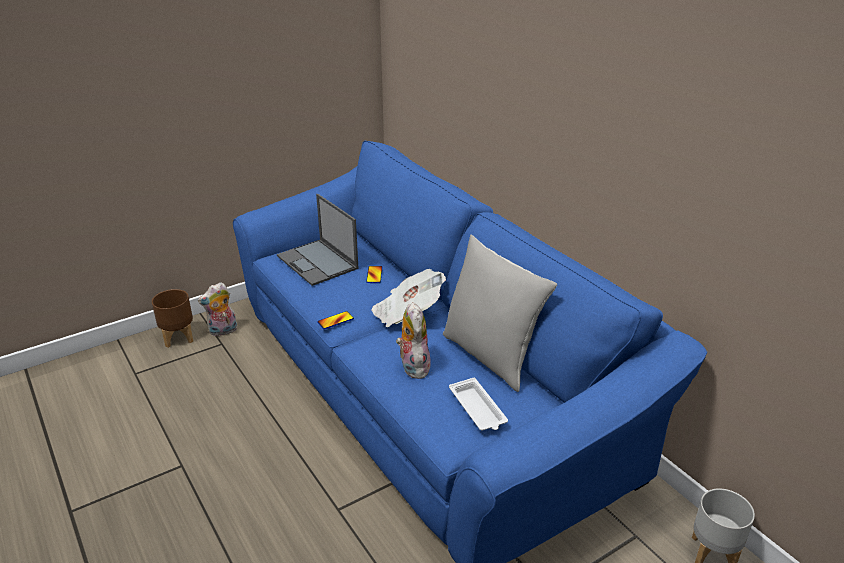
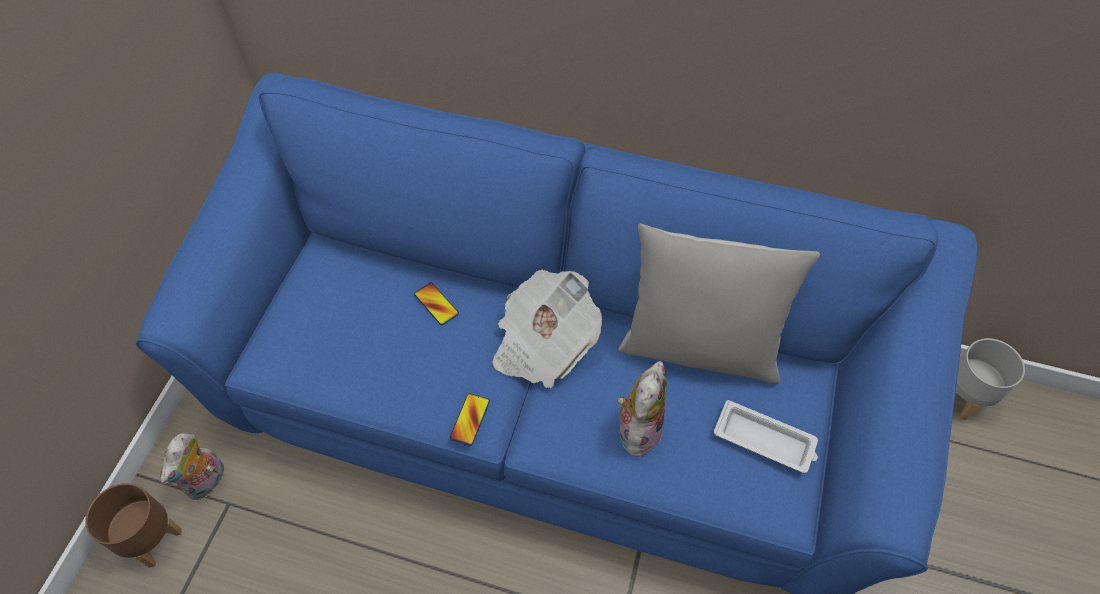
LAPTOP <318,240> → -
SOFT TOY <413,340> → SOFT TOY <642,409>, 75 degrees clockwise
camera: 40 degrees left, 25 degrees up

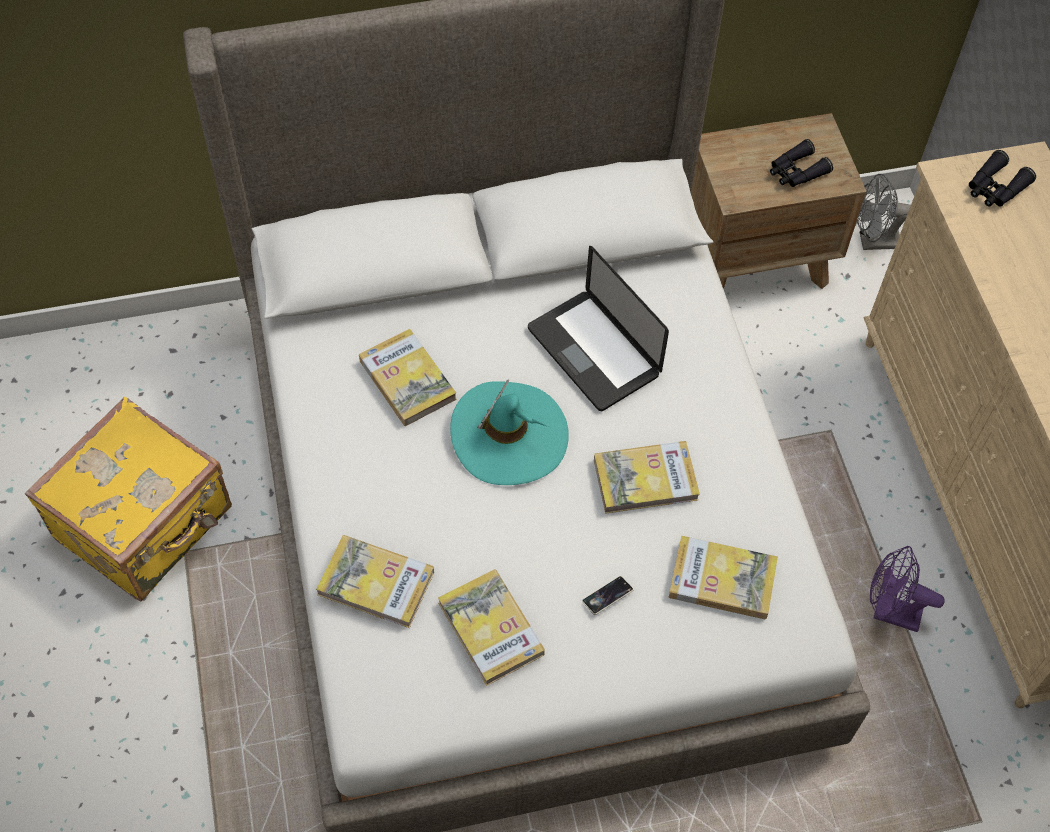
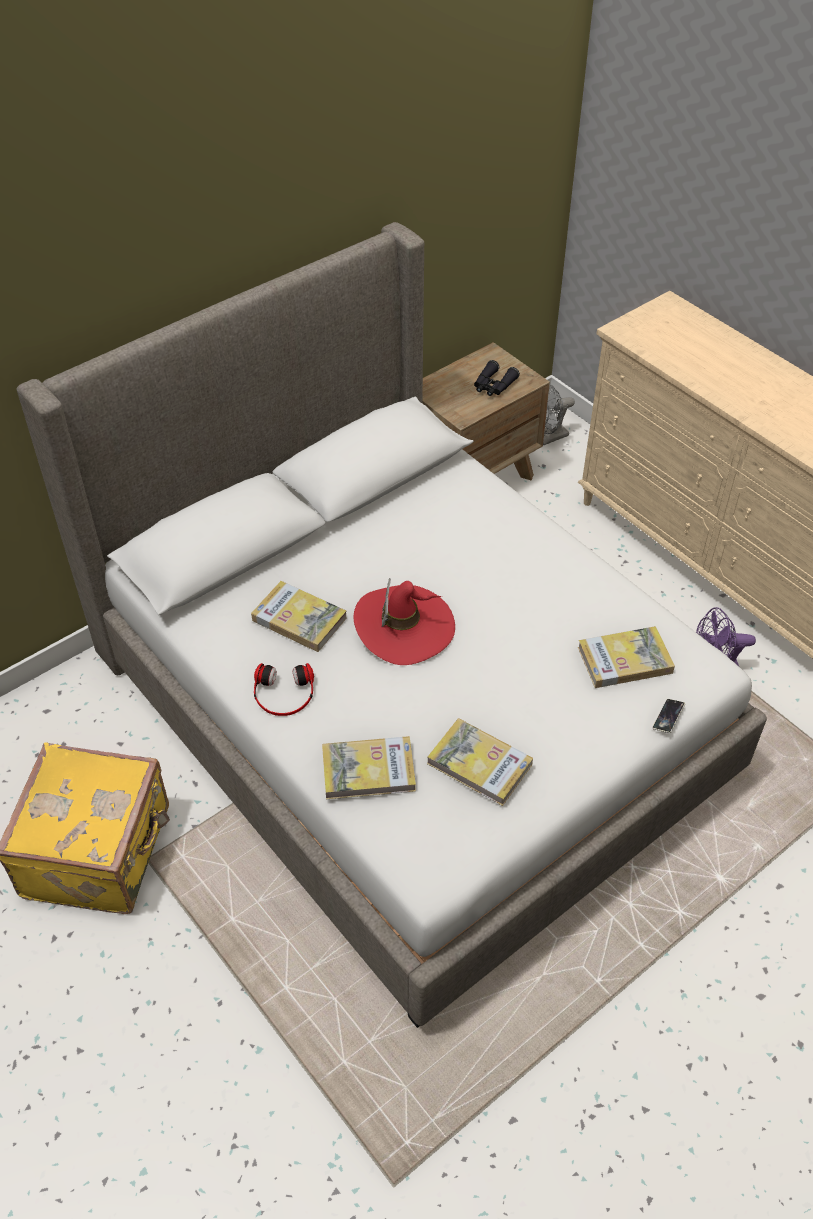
TURQUOISE-COLOURED HAT <509,432> → REDDISH HAT <404,621>
LAPTOP <598,328> → -
HANDSET <608,595> → HANDSET <668,716>, shifted
BOUND BOOK <647,477> → -
BLACK BINOCULARS <1002,178> → -
- → PAIR OF HEADPHONES <284,689>
camera: 25 degrees left, 10 degrees down

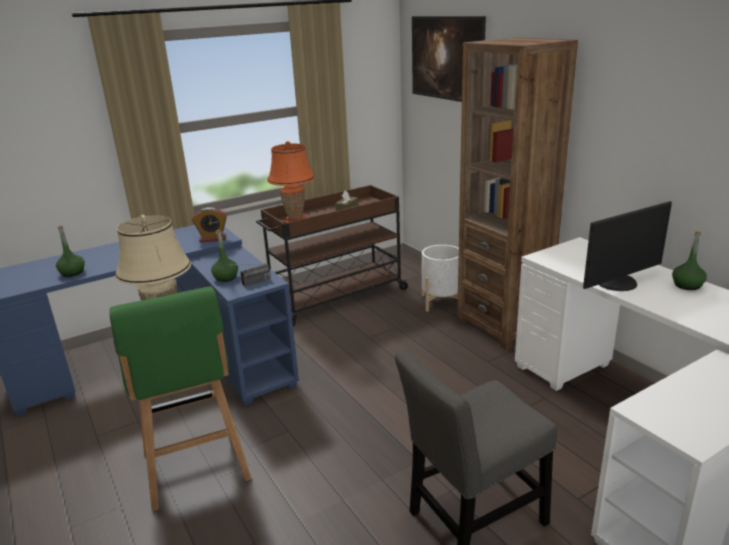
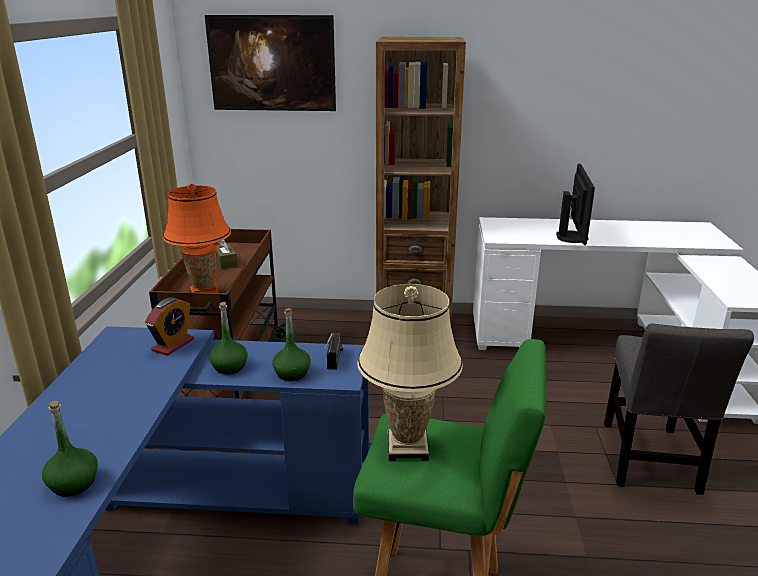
WHITE-COLOURED PLANTER <440,278> → -
GREENISH BEVERAGE BOTTLE <689,260> → GREENISH BEVERAGE BOTTLE <228,338>, shifted
camera: 55 degrees left, 0 degrees up

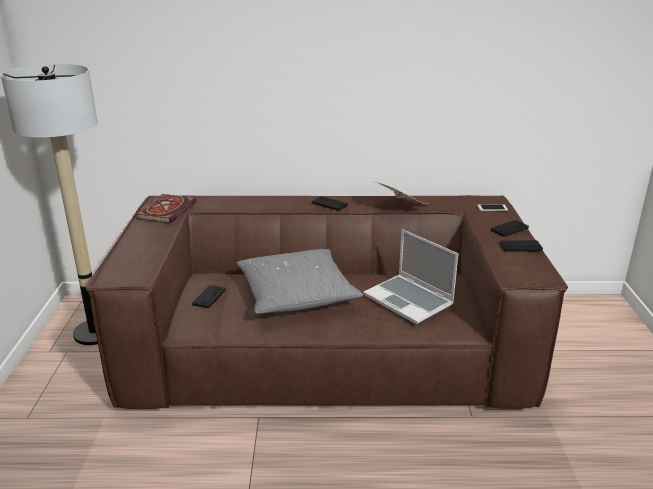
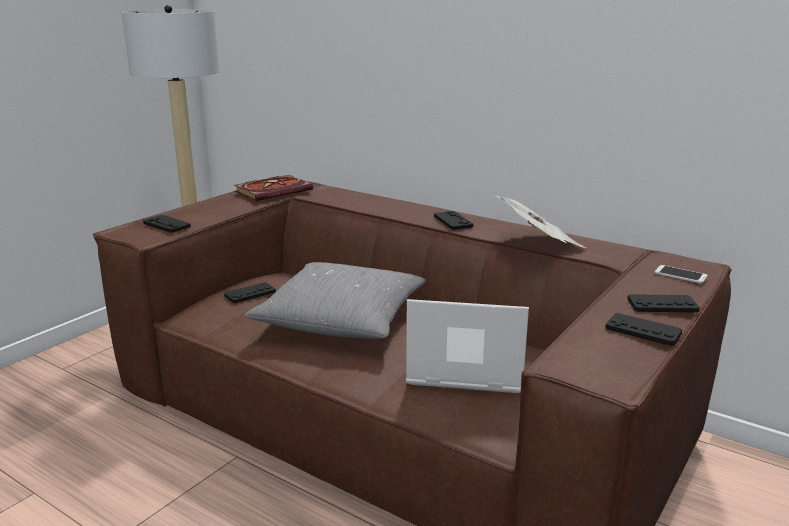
LAPTOP <410,276> → LAPTOP <467,346>, 105 degrees clockwise
- → BLACK GAME CONTROLLER <167,224>
camera: 35 degrees right, 5 degrees down

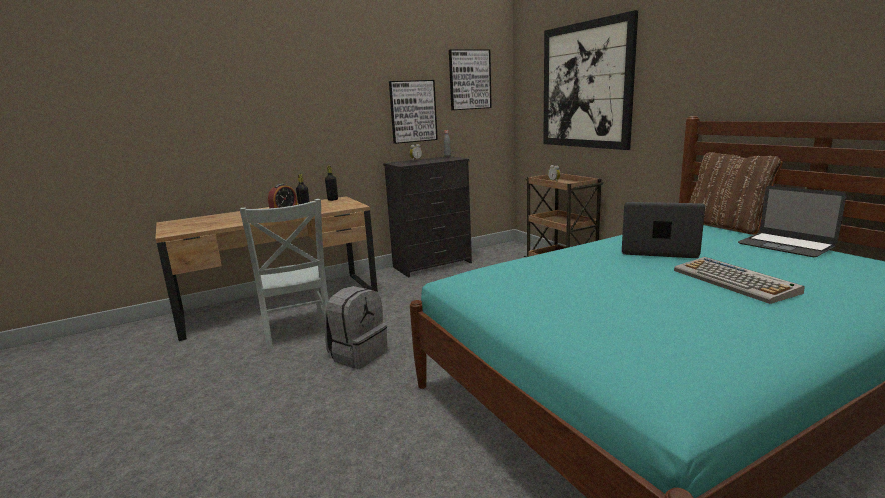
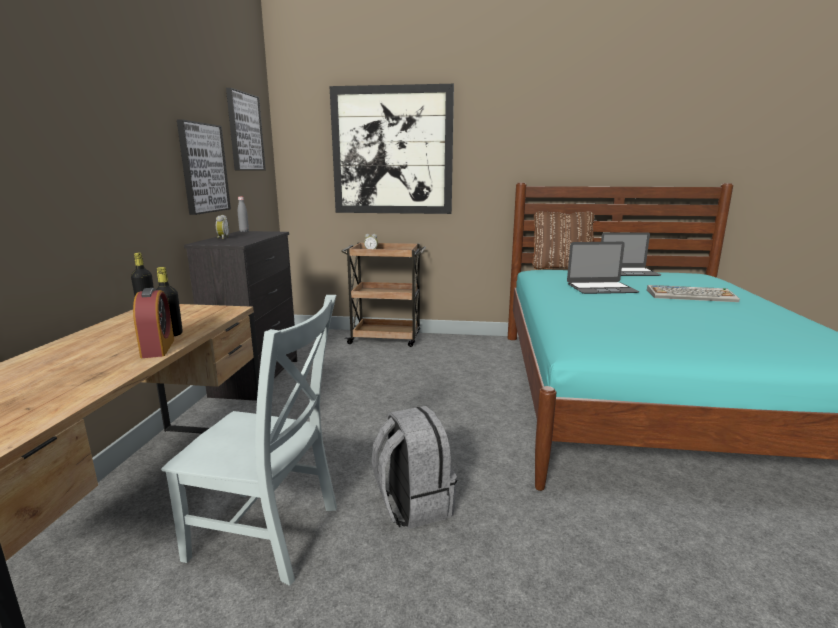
LAPTOP <663,230> → LAPTOP <603,268>, 150 degrees counterclockwise
camera: 55 degrees left, 0 degrees up

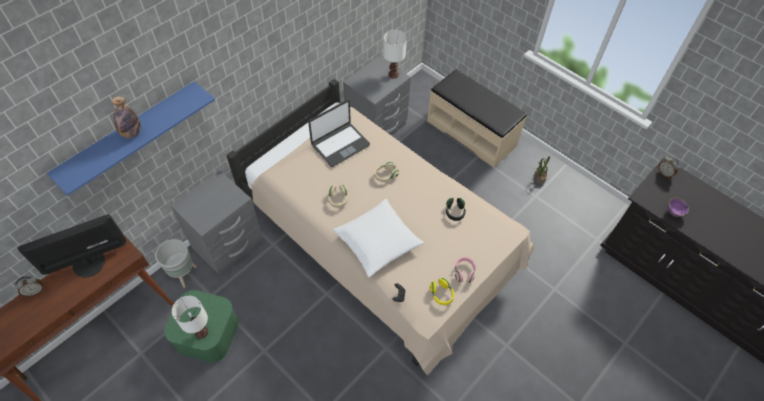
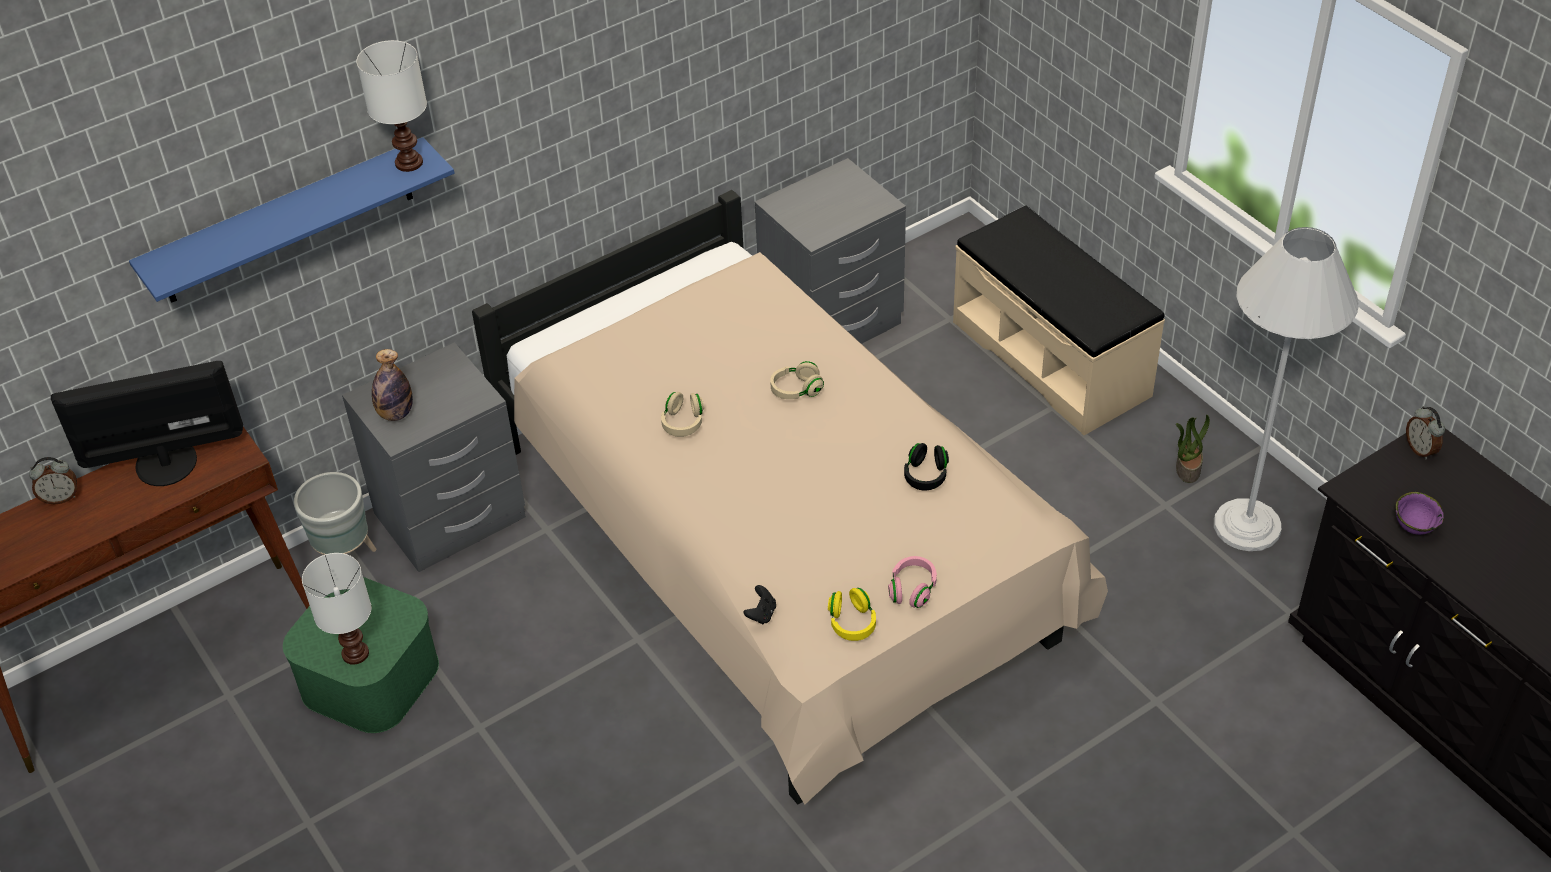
BEVERAGE BOTTLE <126,117> → BEVERAGE BOTTLE <392,385>, shifted
LAPTOP <339,133> → -
WHITE-COLOURED THROW PILLOW <378,238> → -
WHITE-COLOURED TABLETOP LAMP <395,54> → WHITE-COLOURED TABLETOP LAMP <391,106>, shifted
- → WHITE-COLOURED FLOOR LAMP <1286,389>
camera: 15 degrees right, 10 degrees down

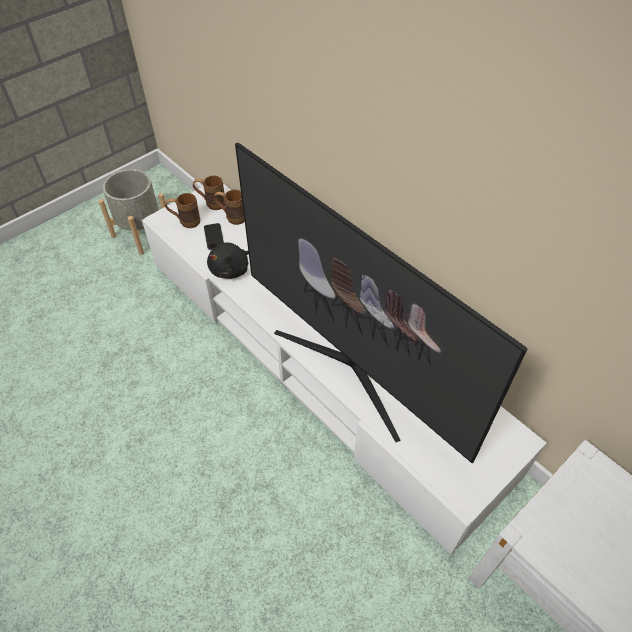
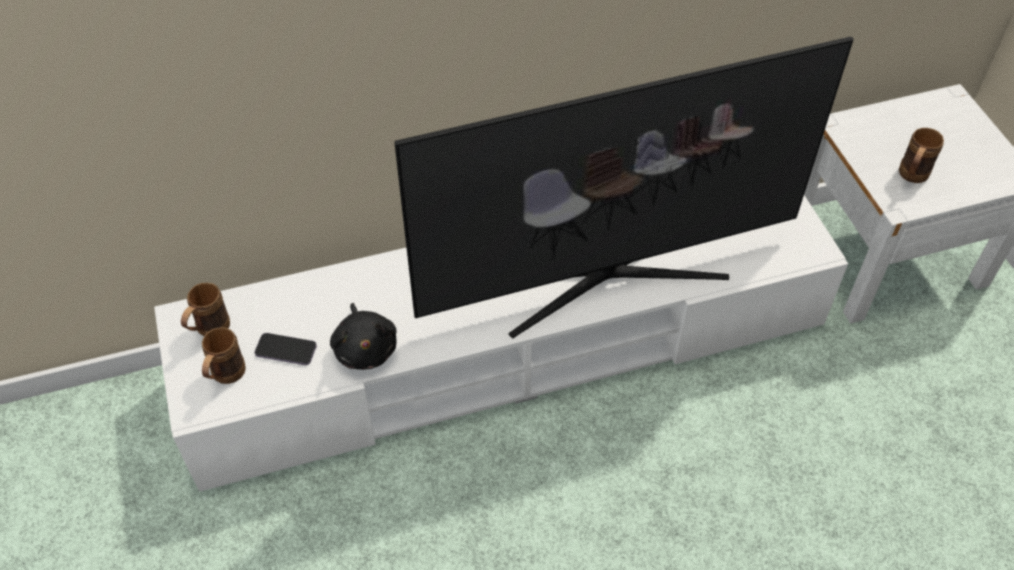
GREY PLANTER <131,212> → -
BROWNISH TEA MUG <229,207> → BROWNISH TEA MUG <921,155>, shifted
camera: 65 degrees left, 0 degrees up

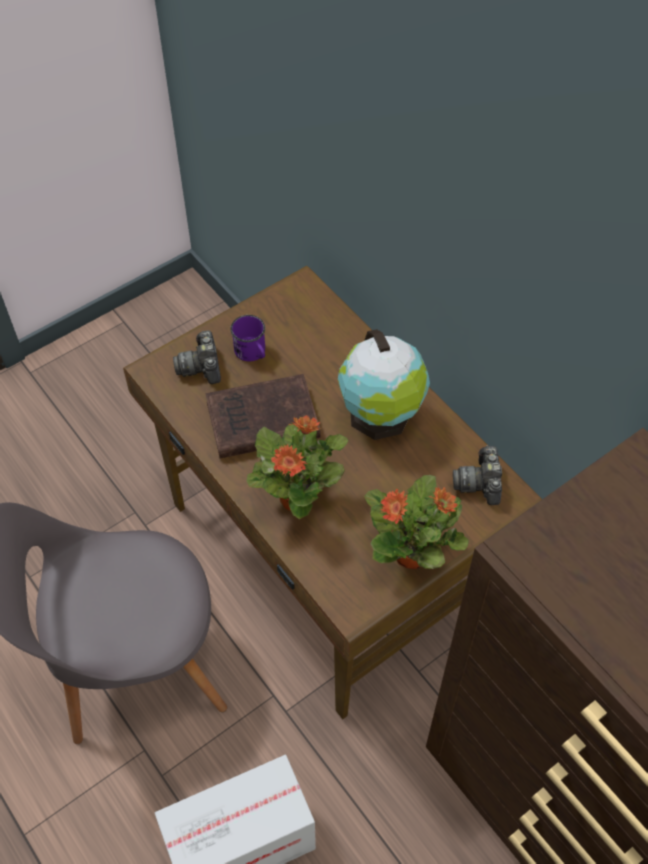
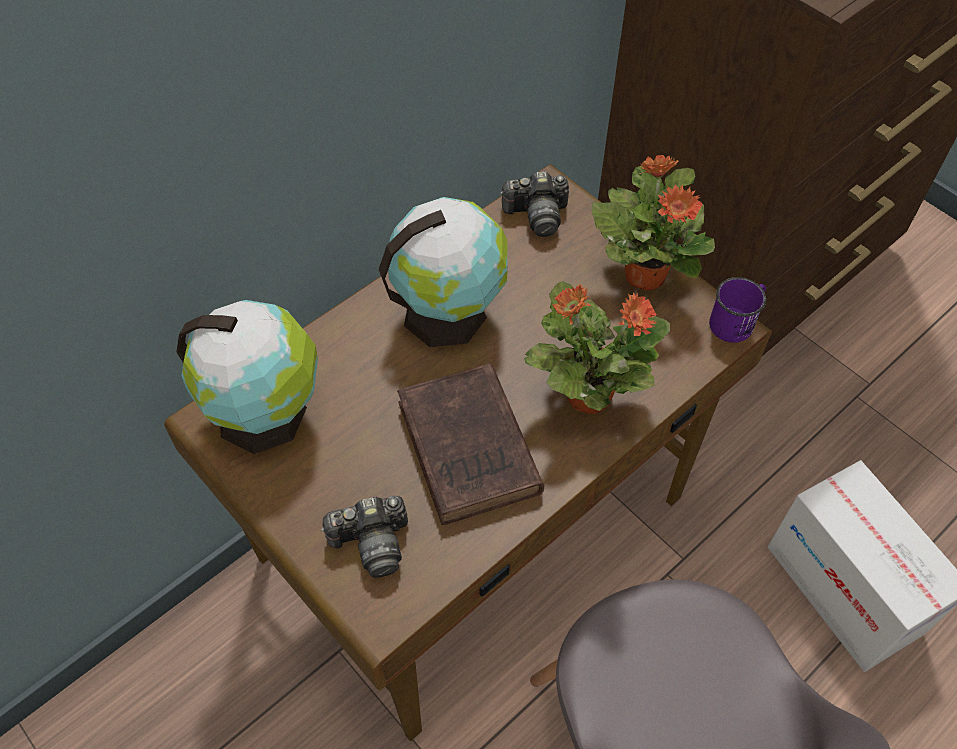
PURPLE TEA MUG <247,338> → PURPLE TEA MUG <737,310>, shifted
- → DESK GLOBE <247,377>
camera: 95 degrees left, 0 degrees up

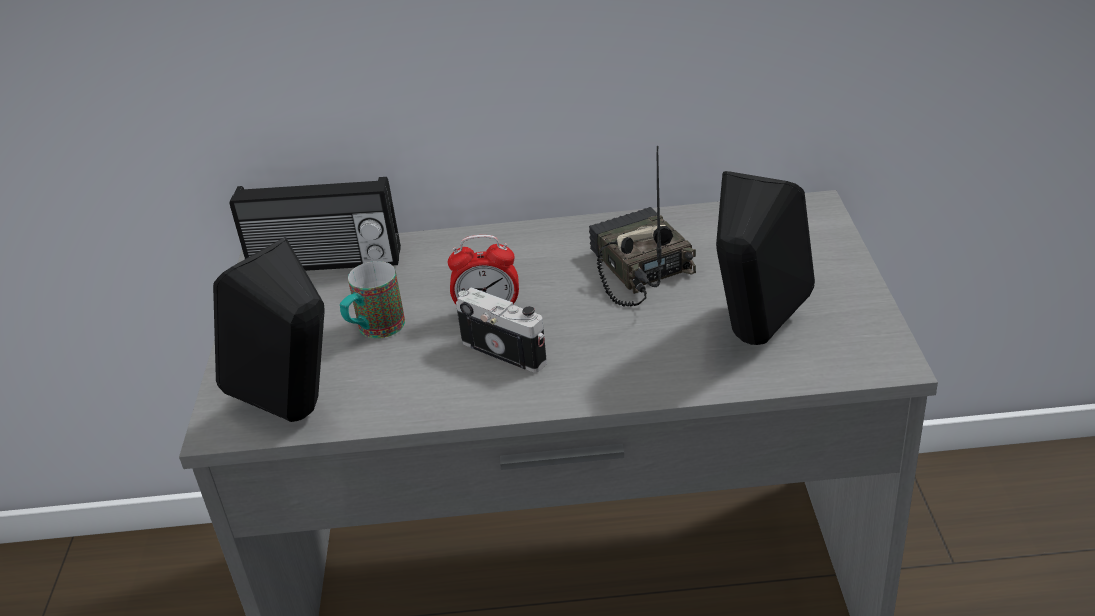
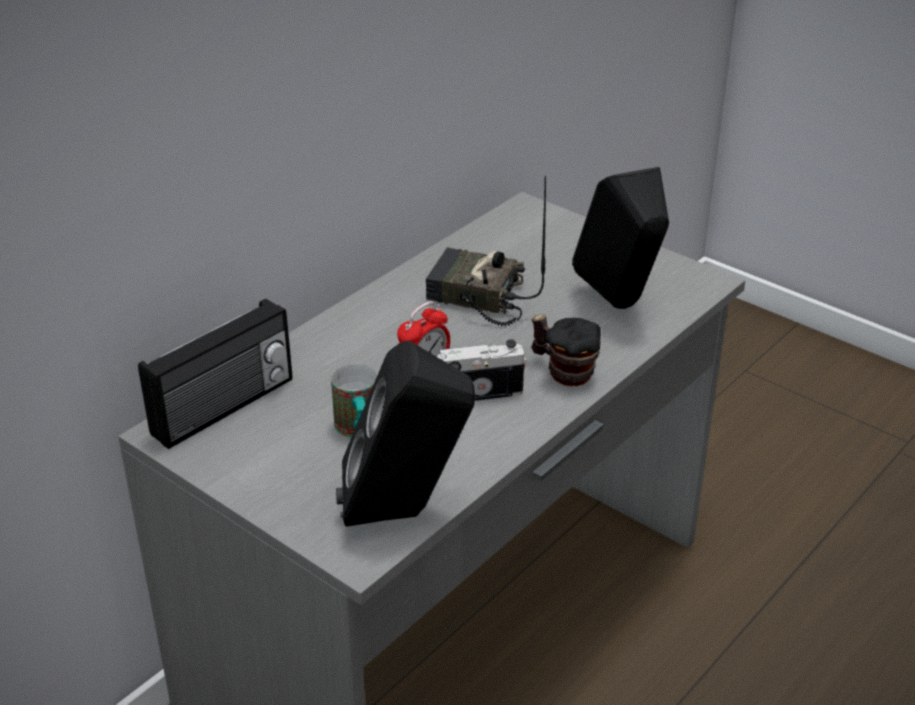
- → TEA MUG <566,350>
camera: 50 degrees left, 0 degrees up

